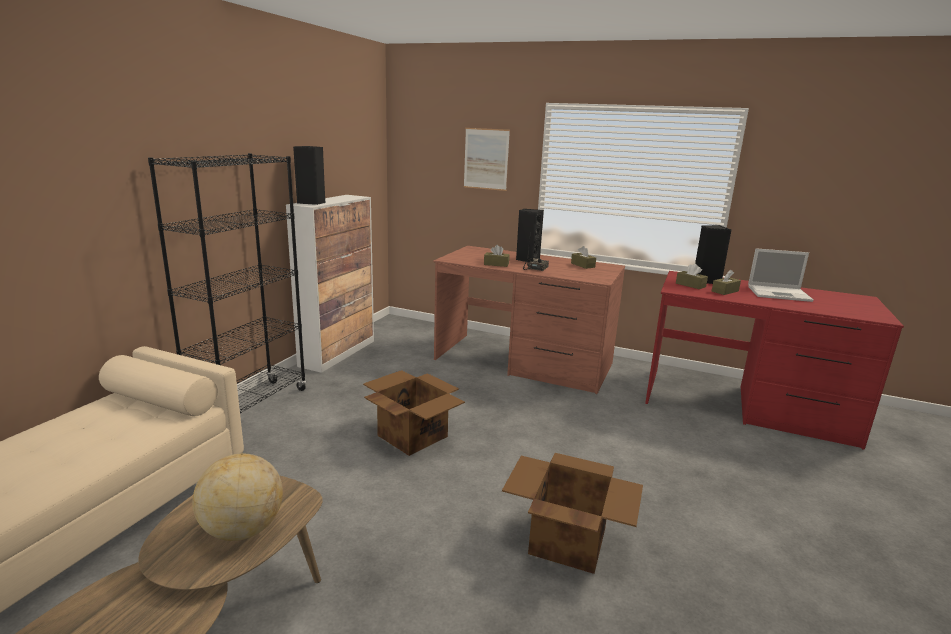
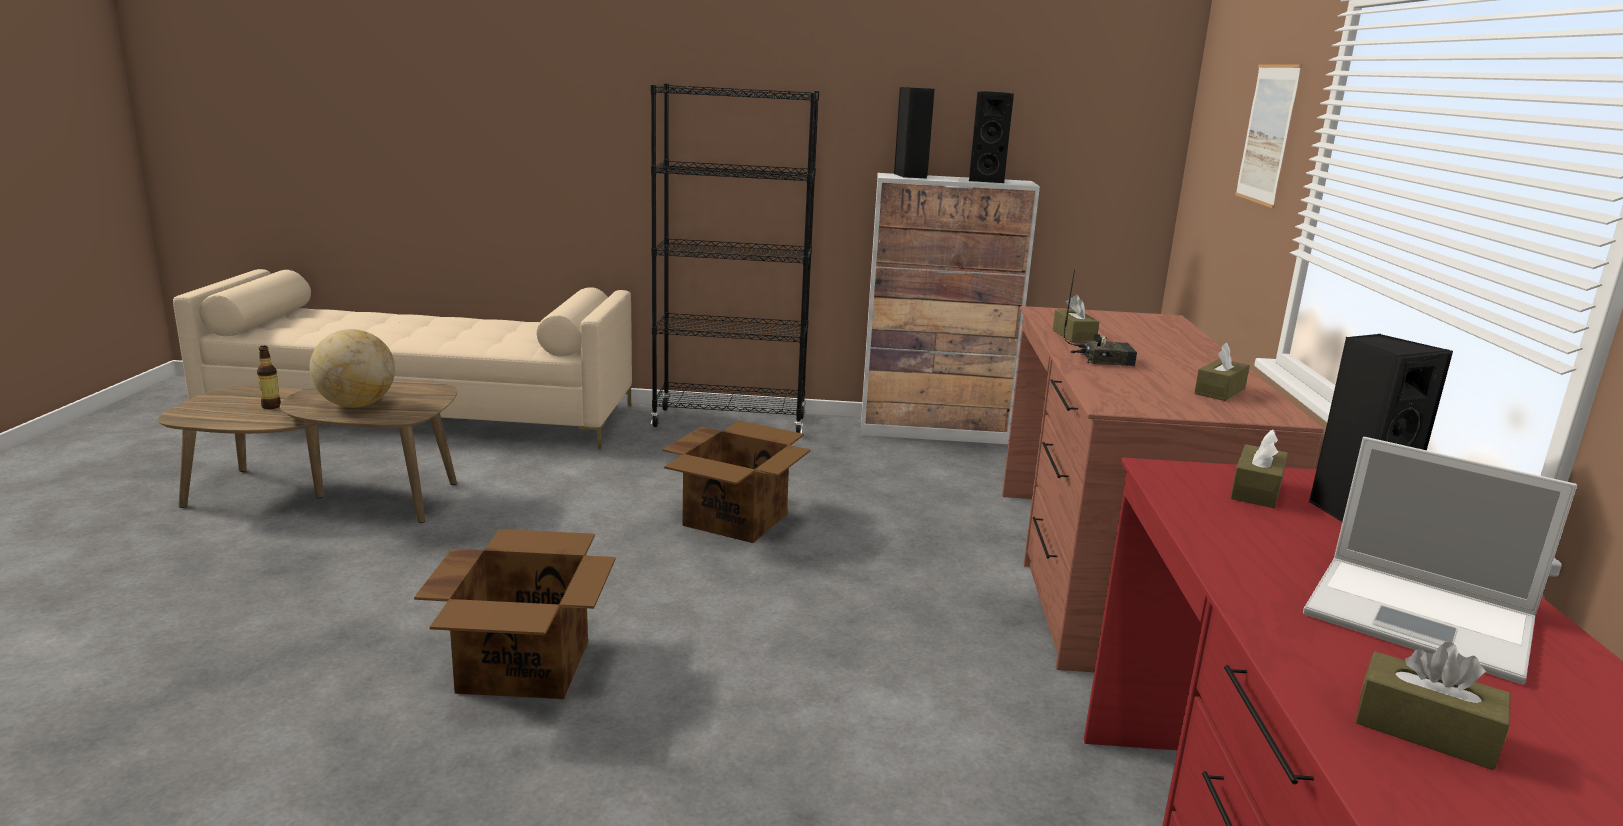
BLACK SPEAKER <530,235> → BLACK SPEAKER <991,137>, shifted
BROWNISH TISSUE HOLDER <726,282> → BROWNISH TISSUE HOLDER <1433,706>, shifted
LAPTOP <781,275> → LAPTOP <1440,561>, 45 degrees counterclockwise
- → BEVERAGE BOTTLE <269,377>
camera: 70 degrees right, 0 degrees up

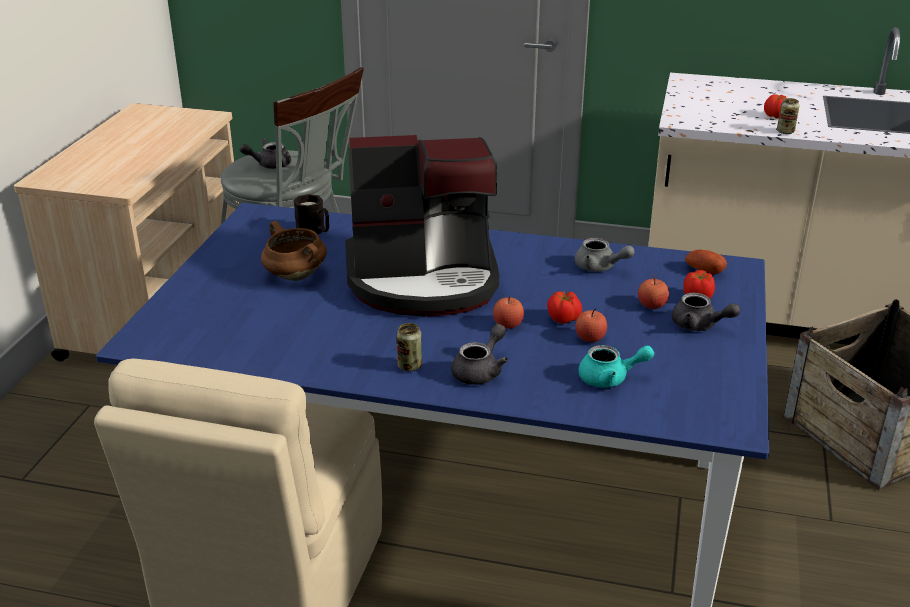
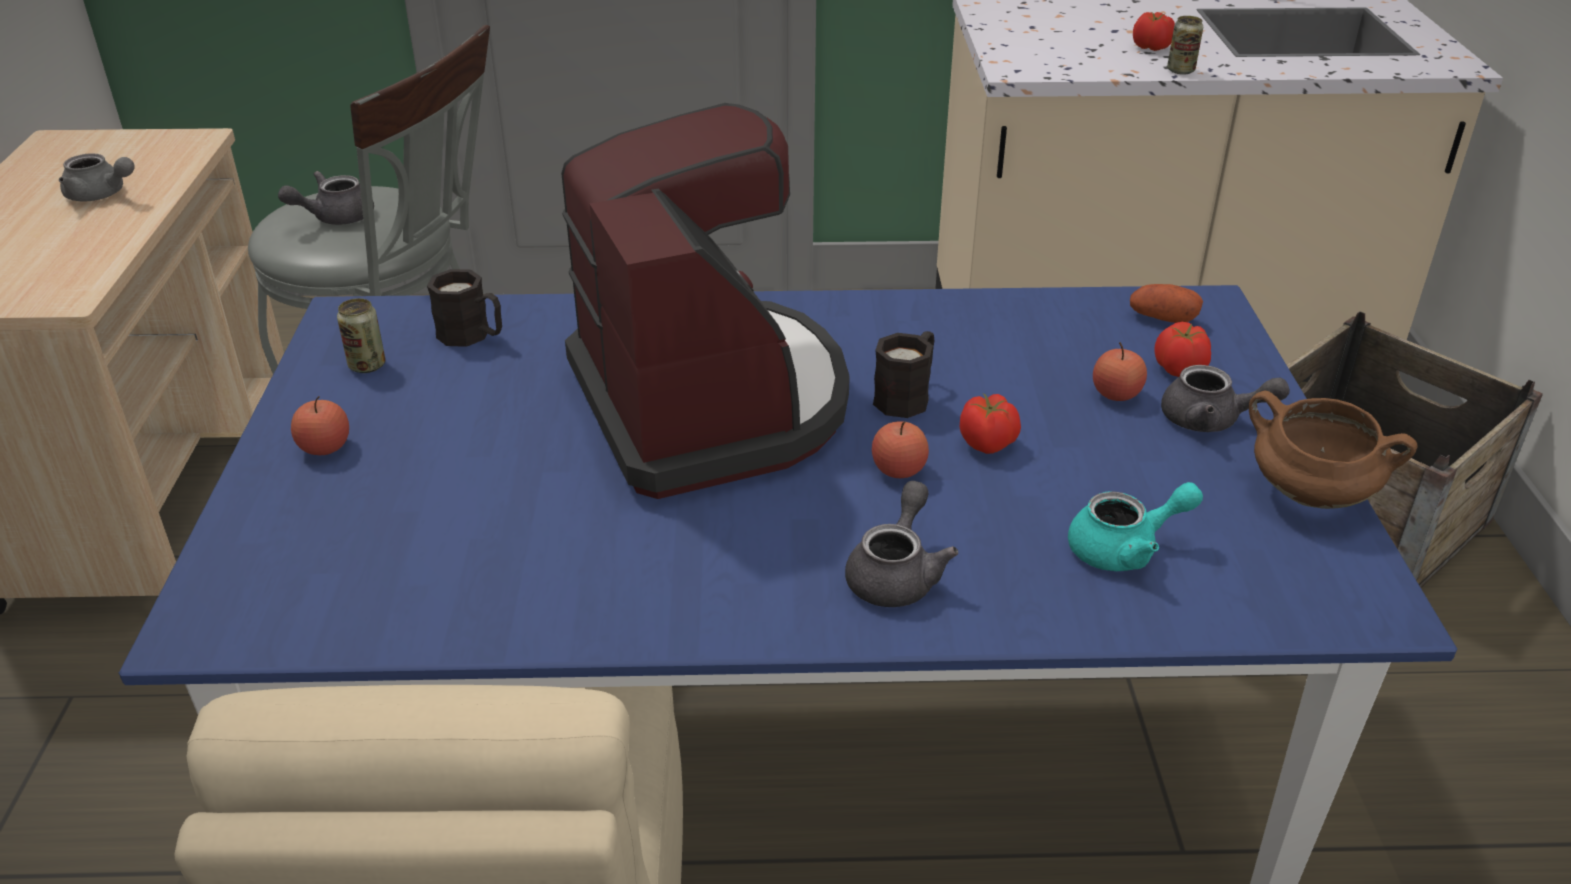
BROWNISH SAUCEPOT <294,251> → BROWNISH SAUCEPOT <1333,450>, shifted
COFFEE MACHINE <422,226> → COFFEE MACHINE <705,301>, 90 degrees counterclockwise
METAL CAN <409,347> → METAL CAN <361,335>, shifted
GREY TEA POT <605,255> → GREY TEA POT <97,177>, shifted
APPLE FRUIT <591,325> → APPLE FRUIT <320,425>, shifted
- → BLACK TEA MUG <903,374>
camera: 15 degrees left, 5 degrees up

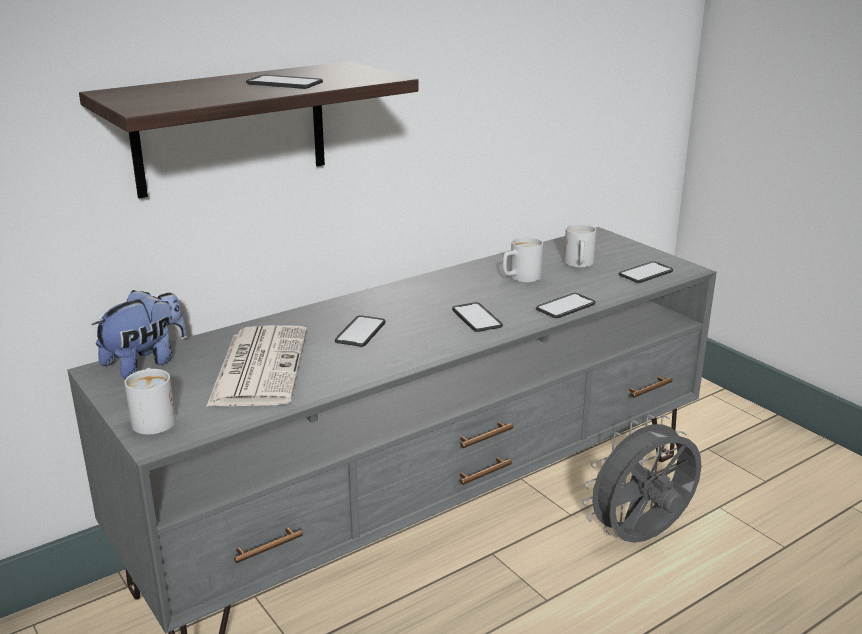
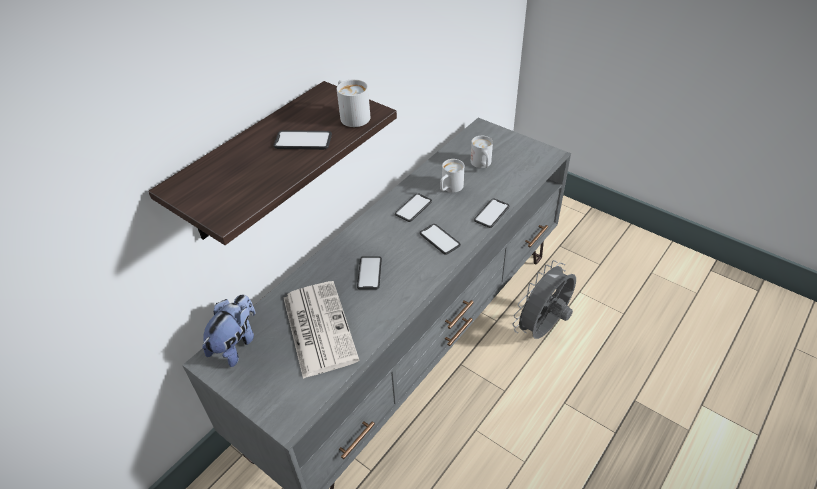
WHITE-COLOURED TEA MUG <150,401> → WHITE-COLOURED TEA MUG <354,103>, shifted
HANDSET <646,272> → HANDSET <413,207>, shifted
camera: 15 degrees left, 20 degrees up

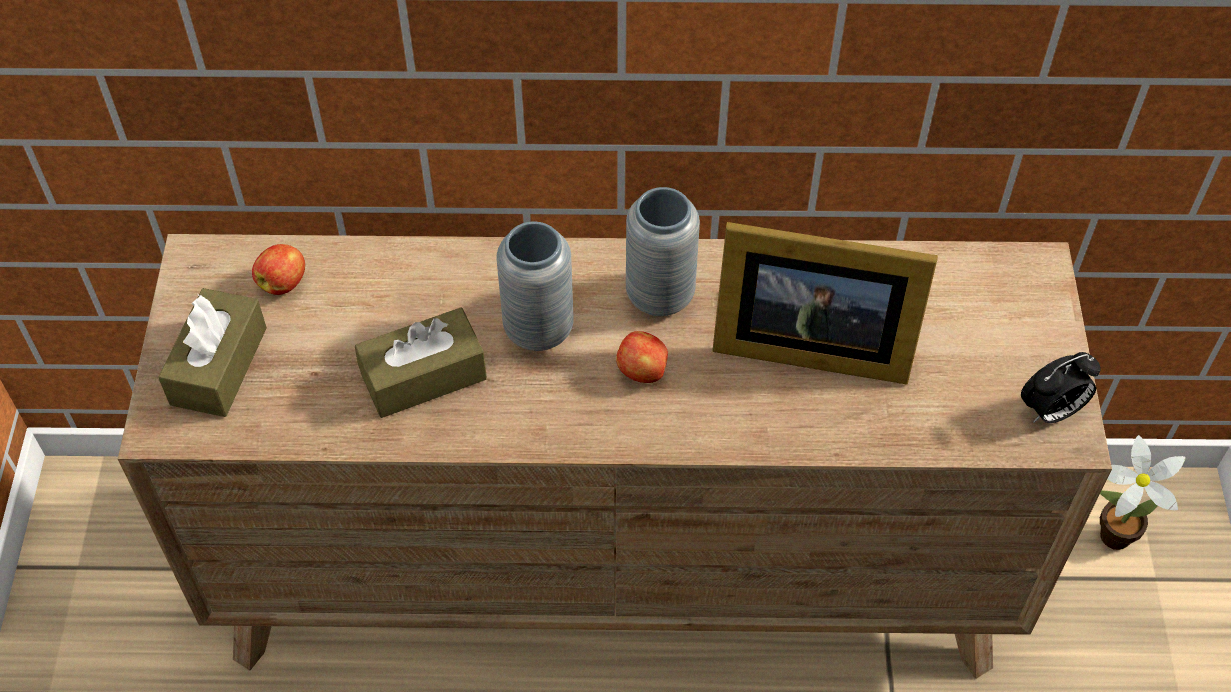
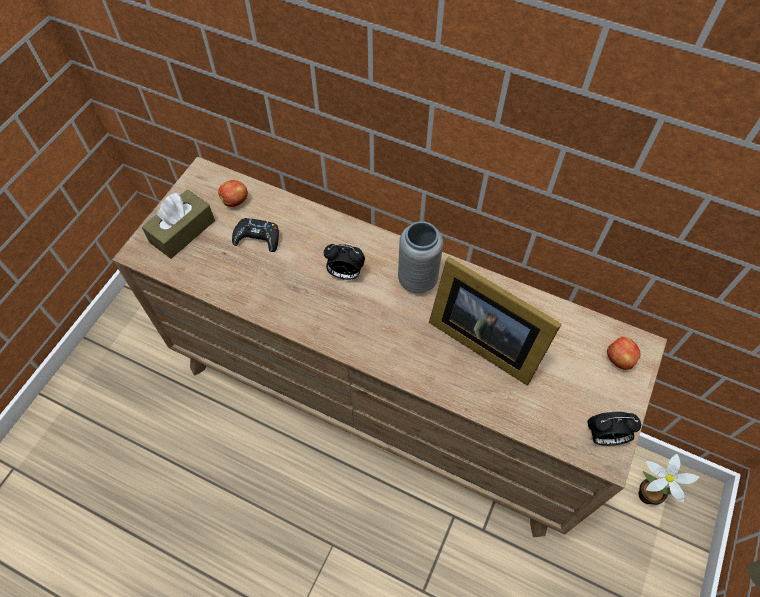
BROWNISH TISSUE HOLDER <421,362> → -
GREY VASE <535,286> → ALARM CLOCK <344,262>
APPLE FRUIT <642,357> → APPLE FRUIT <624,353>, shifted
- → BLACK GAME CONTROLLER <255,235>
camera: 25 degrees right, 5 degrees up

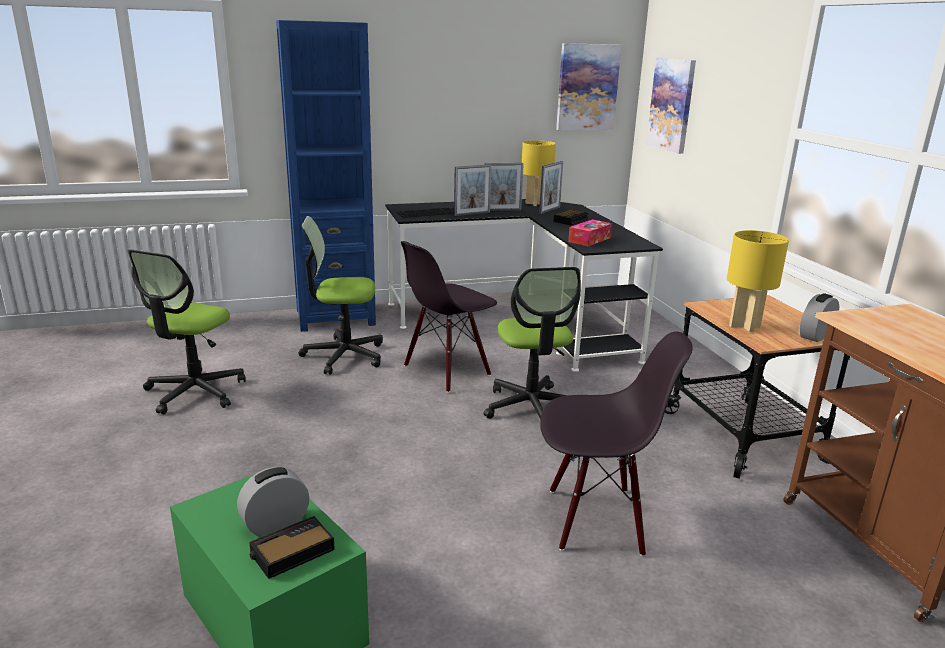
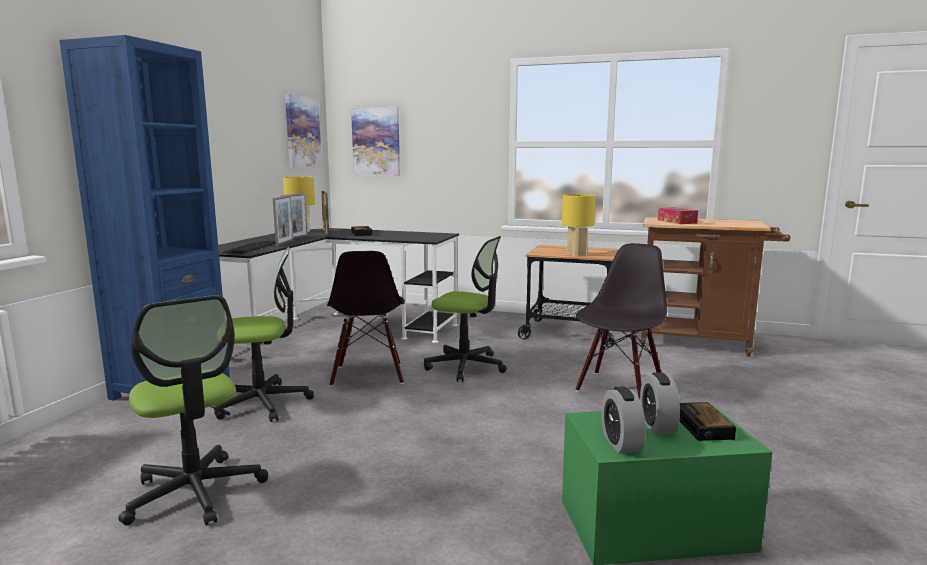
DESK CHAIR <340,295> → DESK CHAIR <264,334>, 135 degrees counterclockwise
TISSUE HOLDER <590,232> → TISSUE HOLDER <678,215>, shifted
ALARM CLOCK <819,317> → ALARM CLOCK <623,419>, shifted
camera: 55 degrees left, 10 degrees down

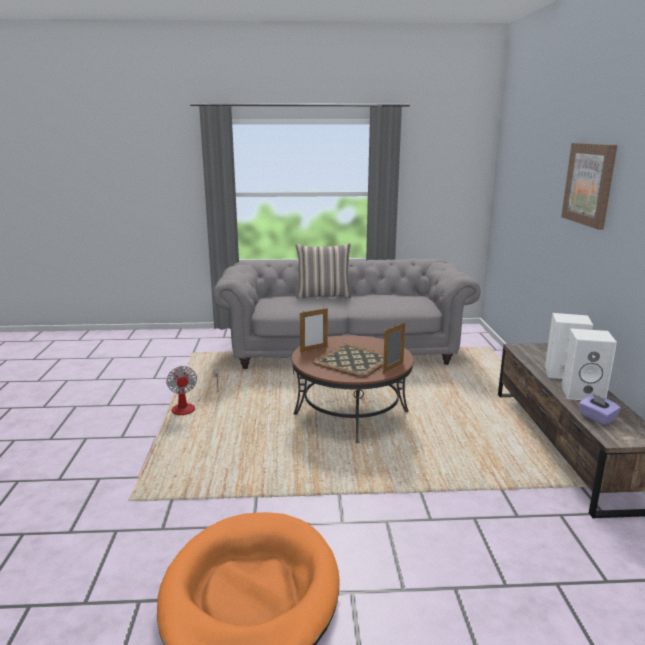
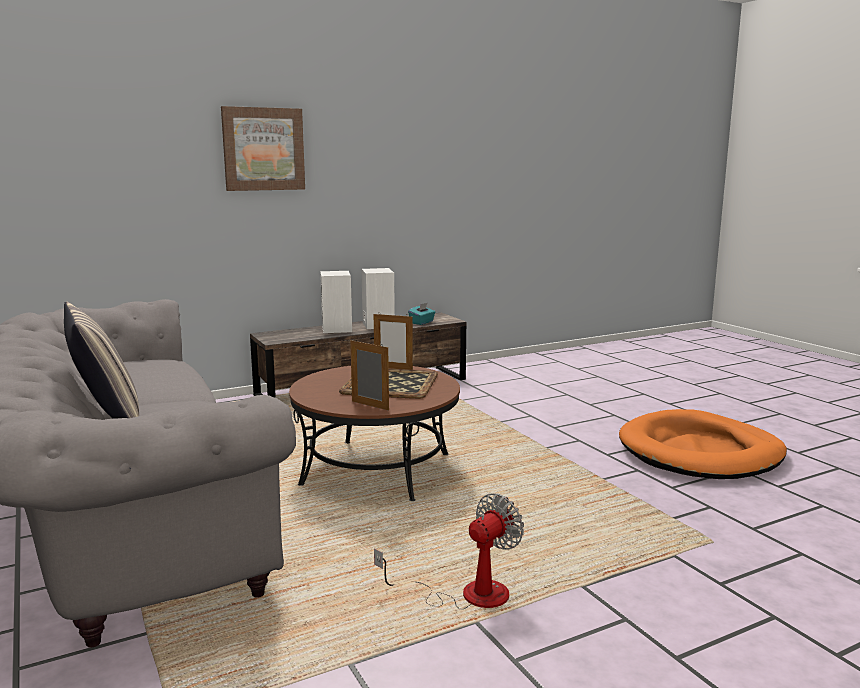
PURPLE TISSUE HOLDER <600,409> → TURQUOISE-COLOURED TISSUE HOLDER <421,314>
camera: 115 degrees left, 5 degrees down

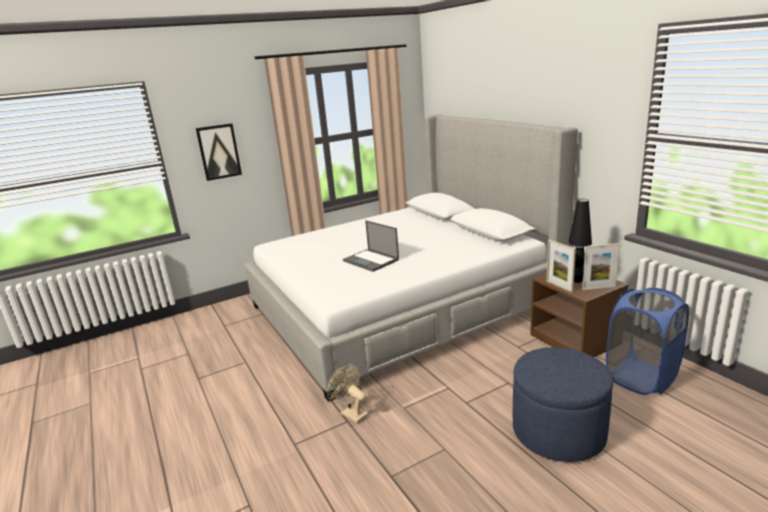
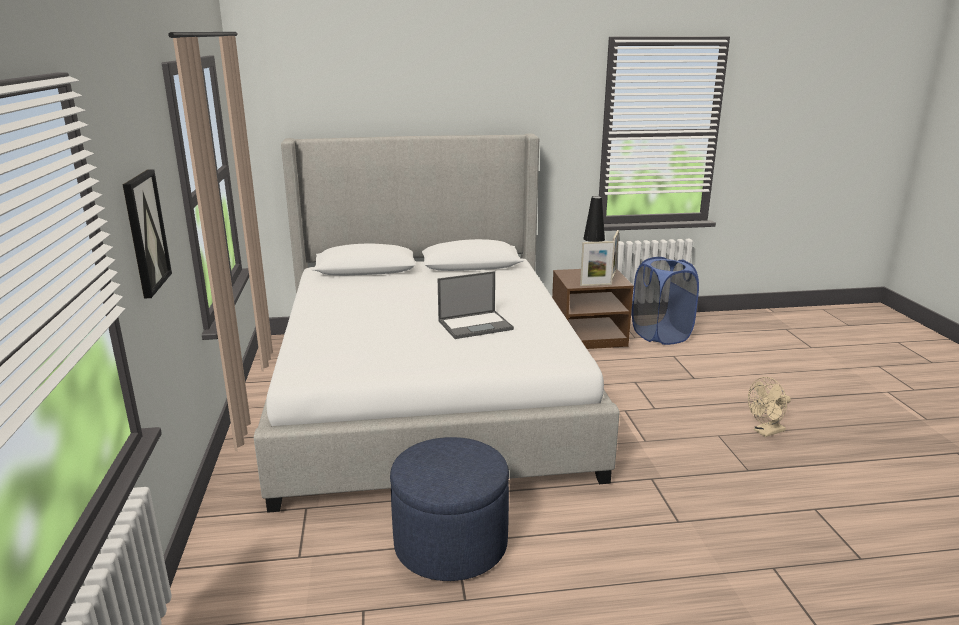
BEIGE-COLOURED COOLING FAN <347,394> → BEIGE-COLOURED COOLING FAN <769,407>, shifted
BLUE-COLOURED POUFFE <563,404> → BLUE-COLOURED POUFFE <449,509>, shifted
camera: 70 degrees left, 0 degrees up

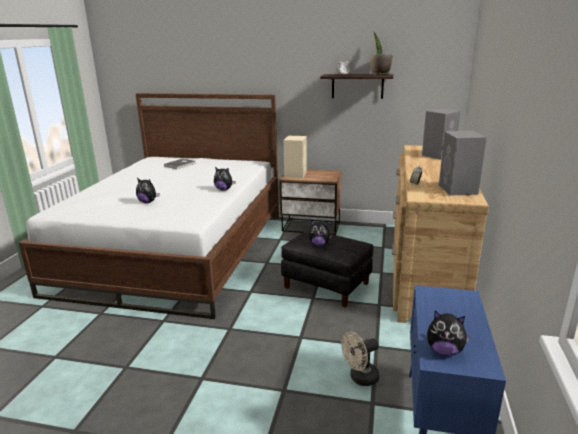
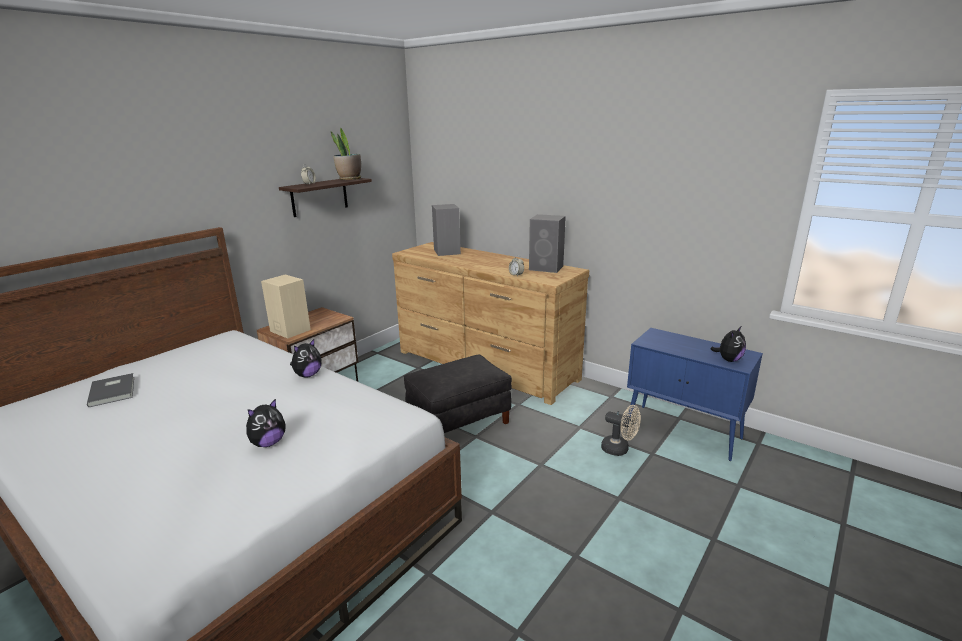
SOFT TOY <320,233> → -
BEIGE-COLOURED COOLING FAN <360,359> → BEIGE-COLOURED COOLING FAN <621,430>, 60 degrees counterclockwise
camera: 65 degrees left, 0 degrees up

